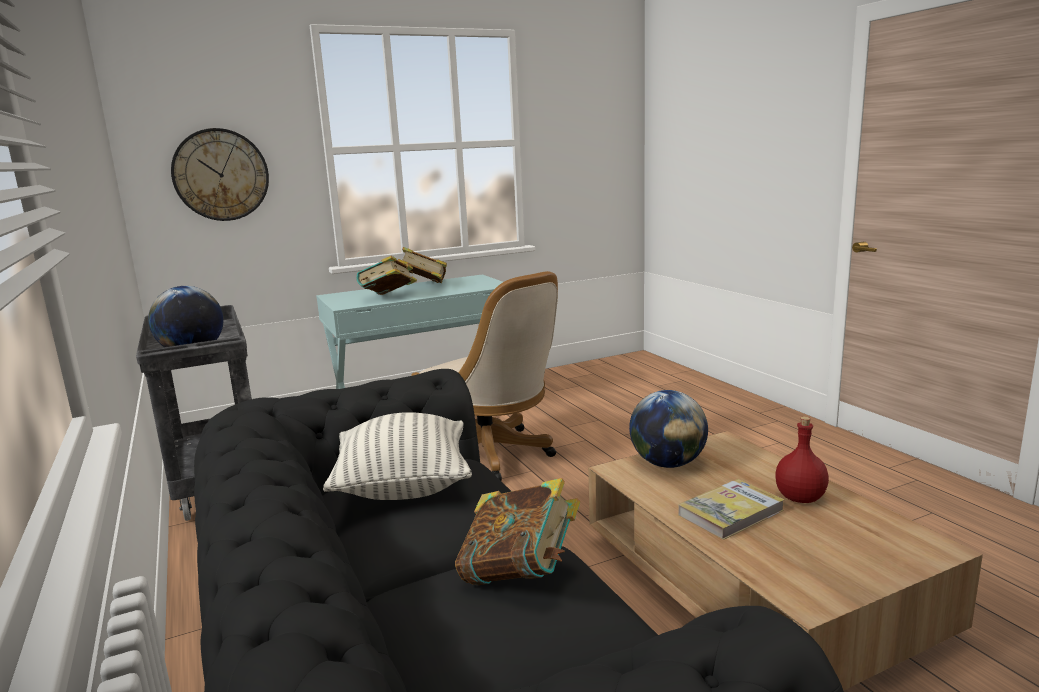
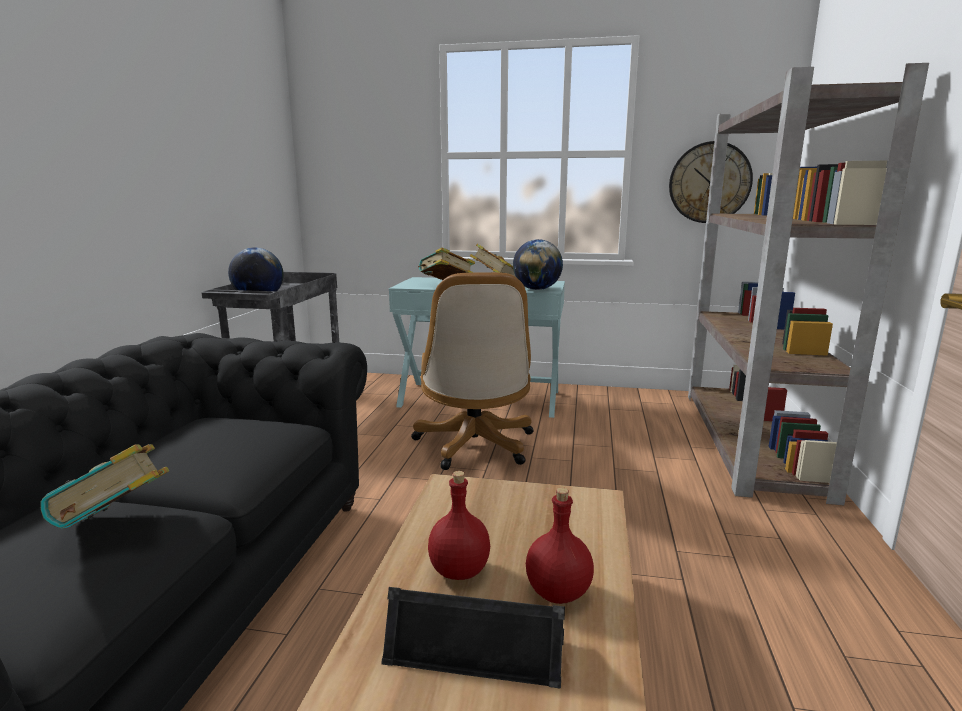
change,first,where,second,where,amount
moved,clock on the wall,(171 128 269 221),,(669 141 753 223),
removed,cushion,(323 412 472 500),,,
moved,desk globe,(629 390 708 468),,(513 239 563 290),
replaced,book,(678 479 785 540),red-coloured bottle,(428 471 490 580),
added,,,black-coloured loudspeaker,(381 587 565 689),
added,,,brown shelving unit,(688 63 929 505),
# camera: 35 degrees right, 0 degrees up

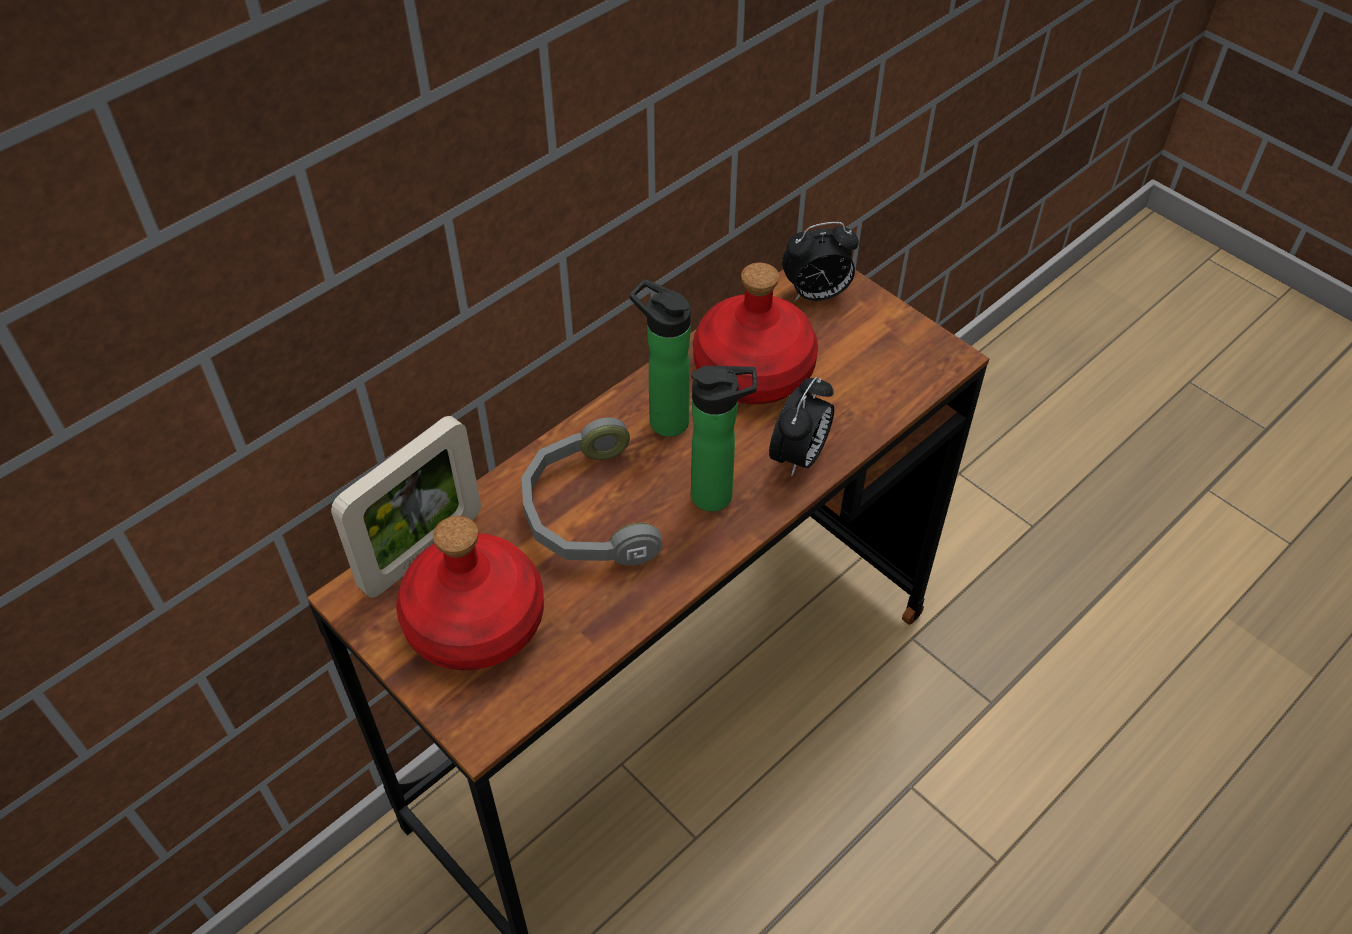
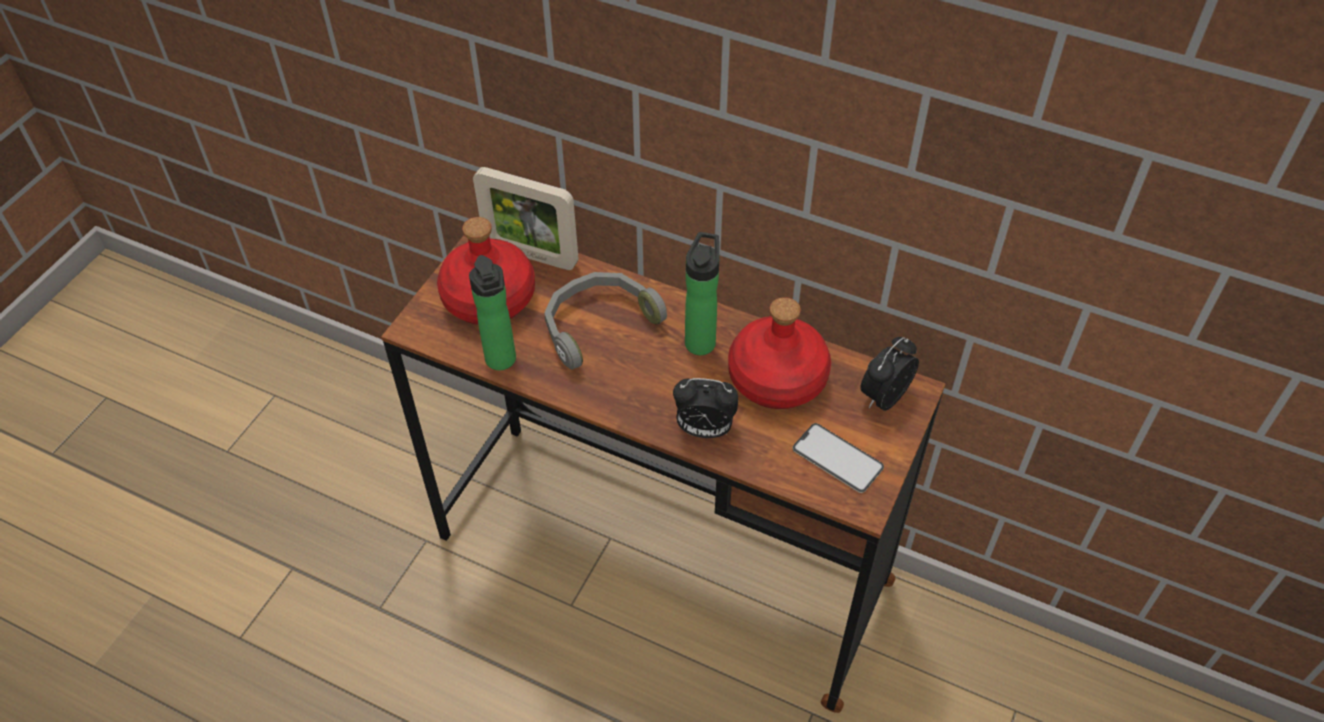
change,first,where,second,where,amount
moved,bottle,(691 366 757 512),,(469 255 516 370),
turned,table clock,(782 222 859 301),,(860 337 919 411),75 degrees clockwise
added,,,phone,(792 423 884 493),
# camera: 70 degrees right, 0 degrees up

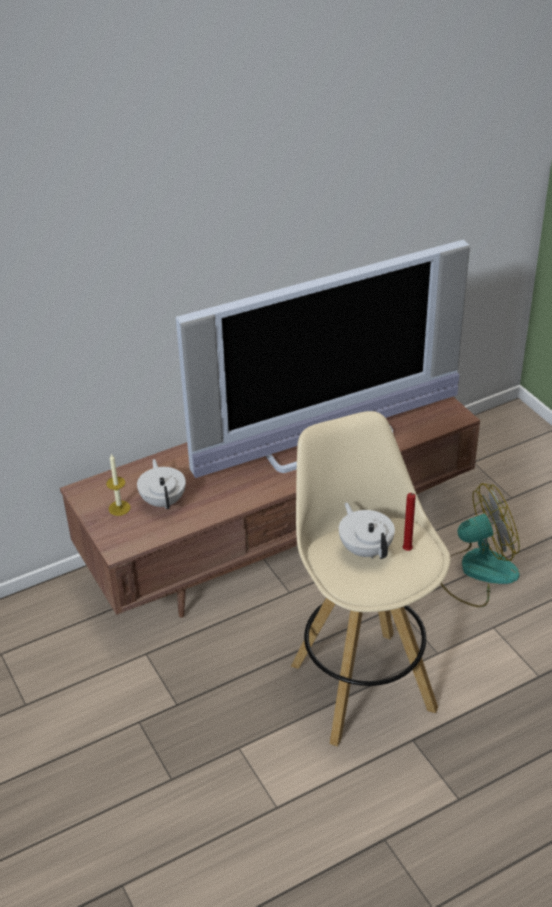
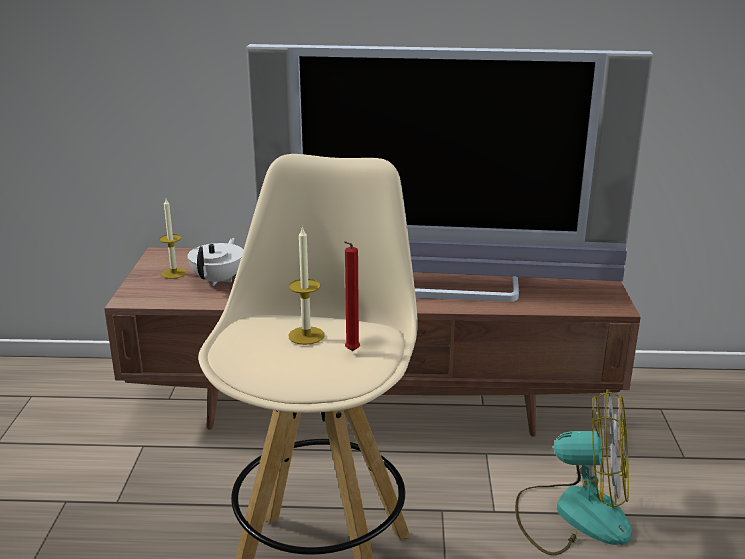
change,first,where,second,where,amount
replaced,whitish pot for tea,(339 503 395 559),wax light,(289 226 325 345),
# camera: 30 degrees right, 15 degrees down

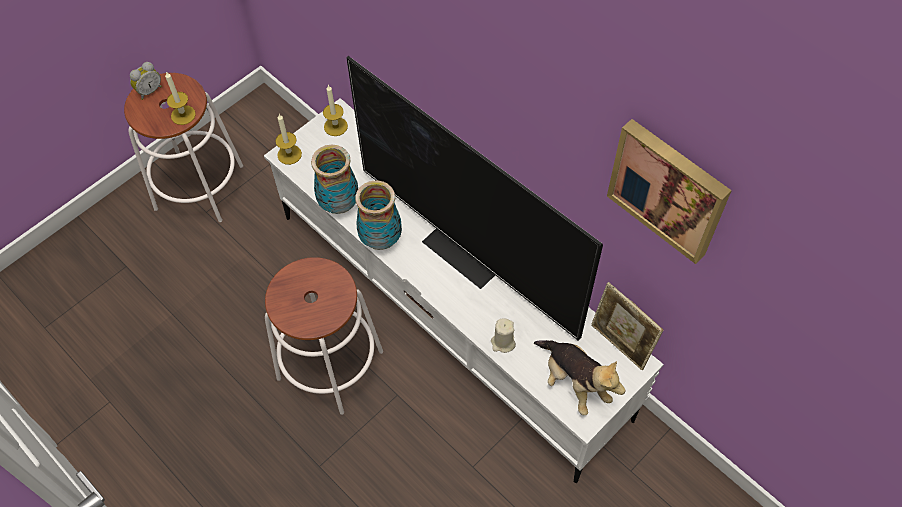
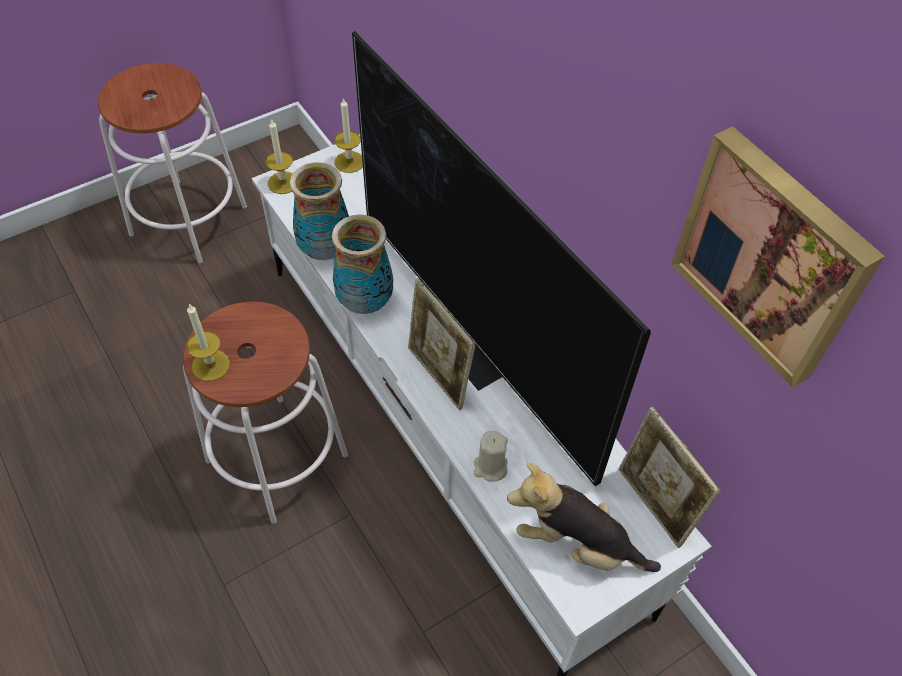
change,first,where,second,where,amount
removed,table clock,(130 62 162 100),,,
moved,wax light,(165 71 196 125),,(187 303 230 381),
turned,plush toy,(534 340 626 415),,(507 463 661 572),135 degrees clockwise
added,,,standing frame,(408 278 475 410),
# camera: 10 degrees right, 5 degrees down

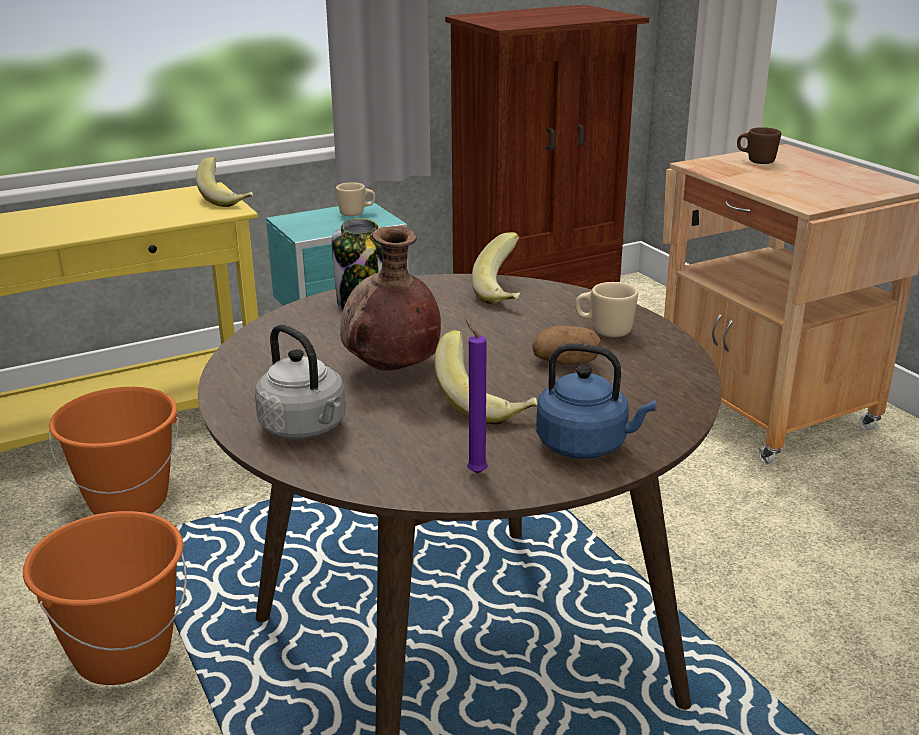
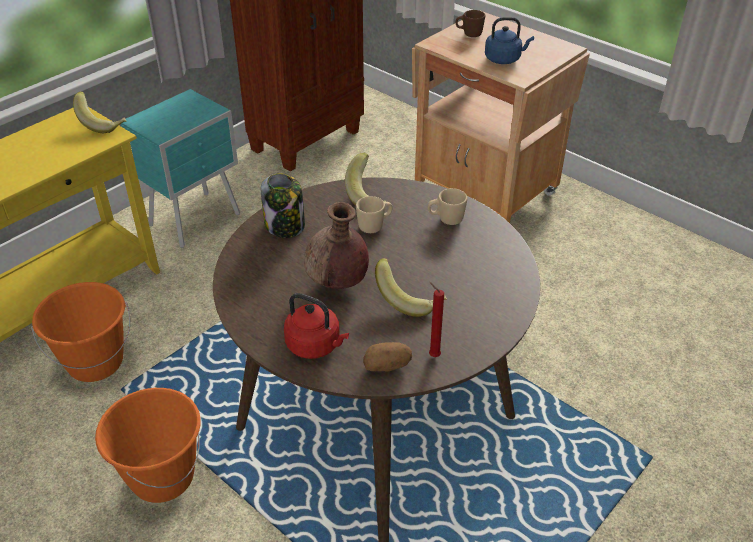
change,first,where,second,where,amount
recoloured,greyish water kettle,(255 325 346 439),red-coloured water kettle,(284 293 349 359),
moved,beige-coloured tea mug,(336 182 375 216),,(356 196 392 233),
recoloured,purple-coloured wax light,(465 318 488 474),red-coloured wax light,(429 282 444 357),
moved,potato,(532 326 601 365),,(363 342 412 371),
moved,blue-coloured water kettle,(536 343 656 459),,(485 17 534 64),
# camera: 20 degrees left, 15 degrees up

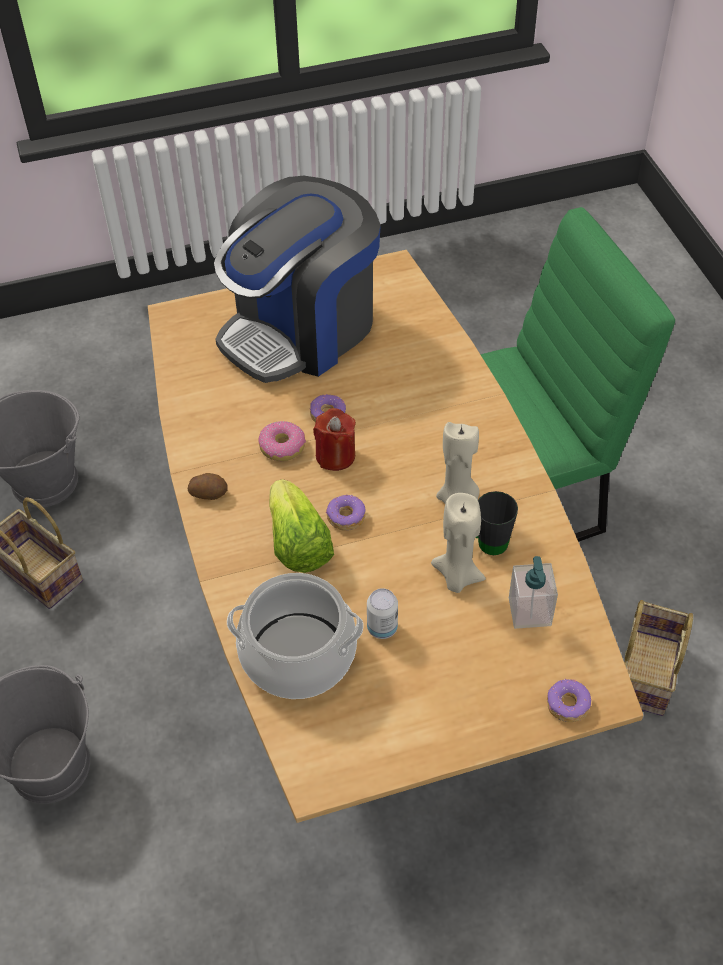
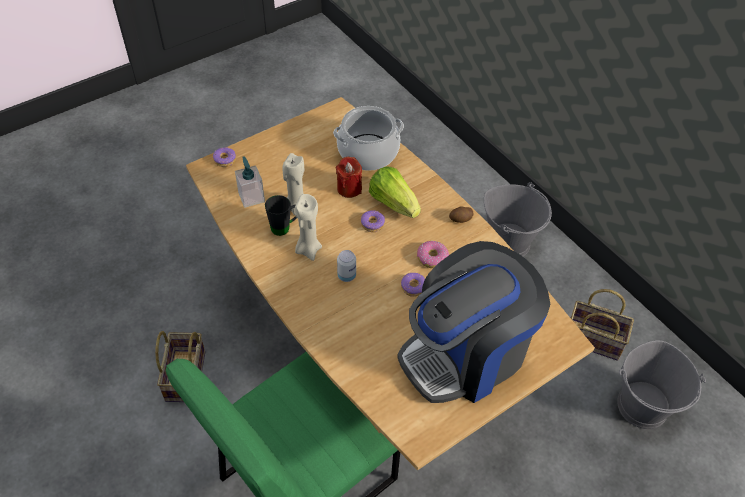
change,first,where,second,where,amount
turned,coffee brewer,(214 176 381 383),,(397 241 550 403),150 degrees counterclockwise
moved,red-coloured wax light,(313 408 356 471),,(336 157 362 198),
moved,sealed can,(367 588 398 639),,(337 250 356 282),
# camera: 160 degrees right, 0 degrees up

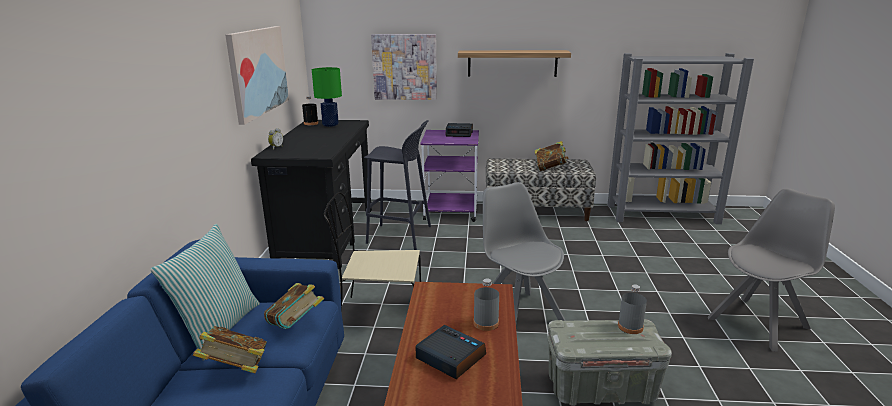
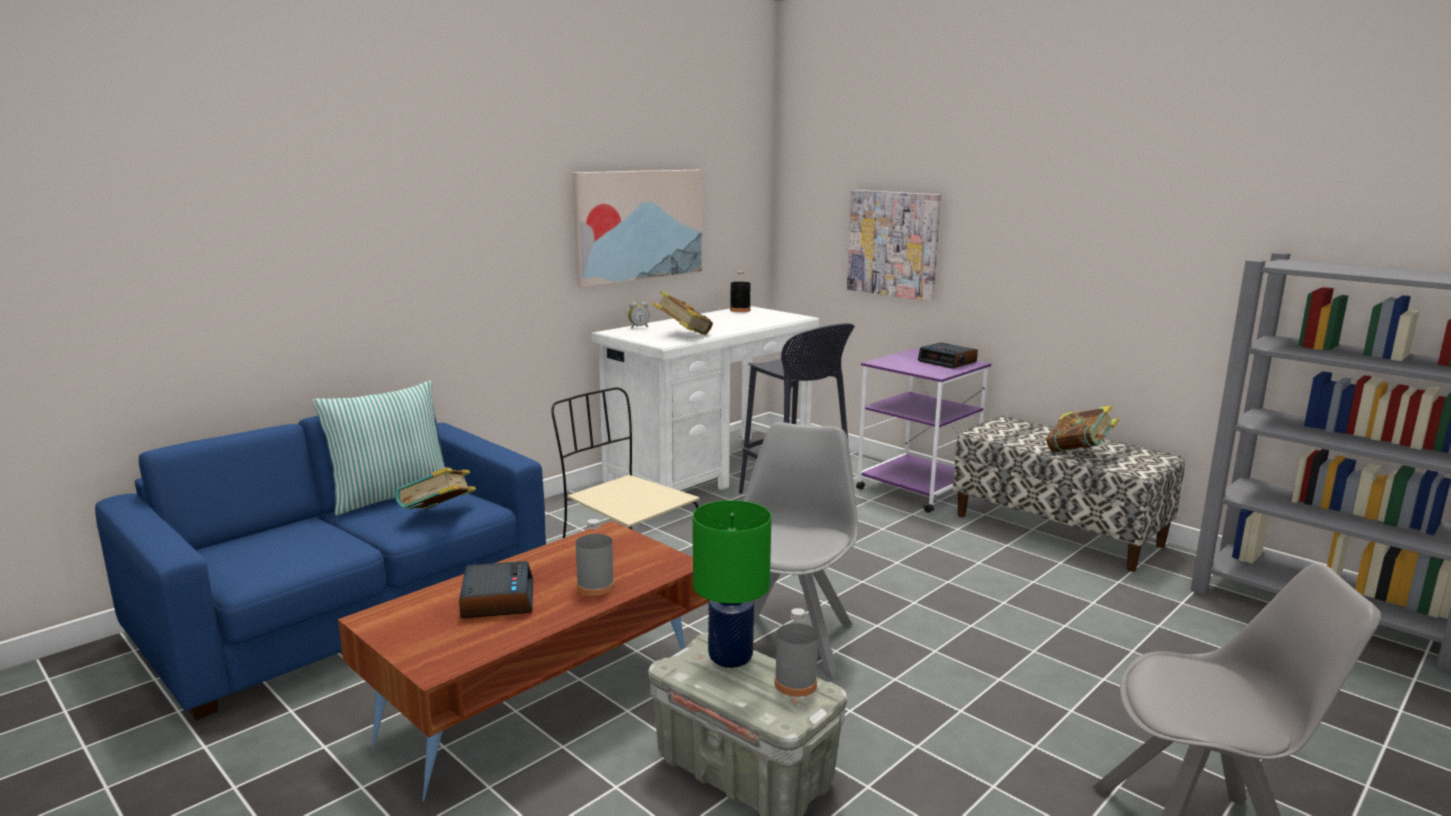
change,first,where,second,where,amount
moved,book,(193 326 267 373),,(653 290 713 335),
recoloured,black-coloured desk table,(251 120 372 269),whitish desk table,(591 306 819 491),
moved,green-coloured tabletop lamp,(312 67 342 127),,(693 500 771 668),
removed,bracket shelf,(458 50 571 77),,,
# camera: 40 degrees right, 5 degrees down

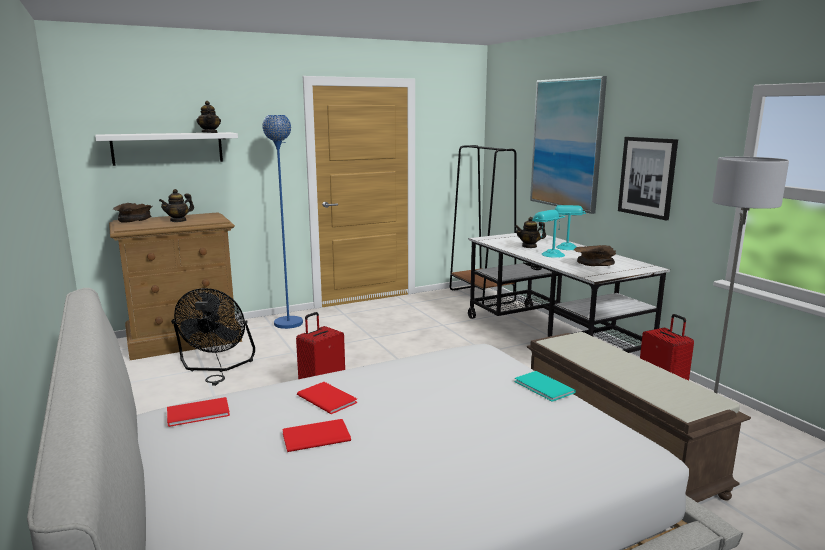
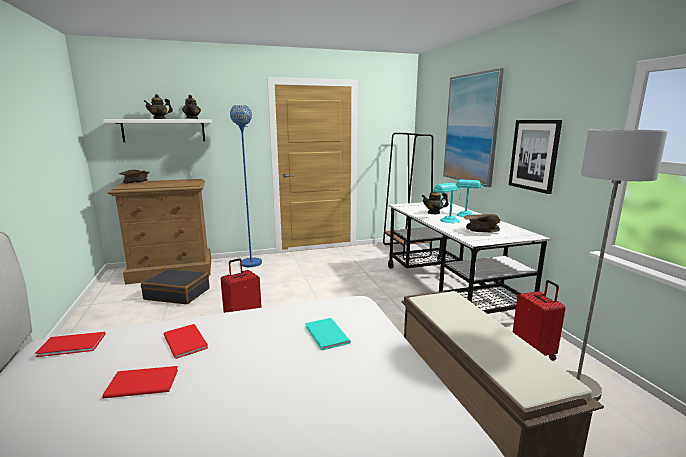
change,first,where,second,where,amount
moved,pot for tea,(159 189 194 222),,(143 94 173 119),
replaced,black-coloured cooling fan,(171 288 255 386),black-coloured travel case,(141 269 210 304),
moved,turquoise-coloured book,(515 371 576 401),,(306 318 351 350),
# camera: 10 degrees right, 0 degrees up

